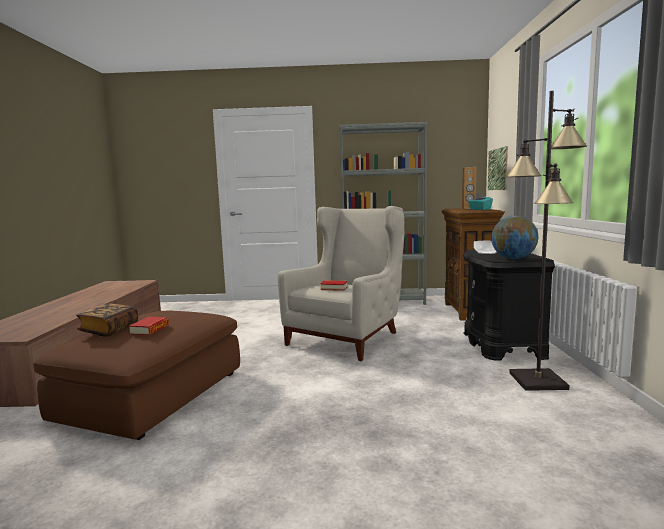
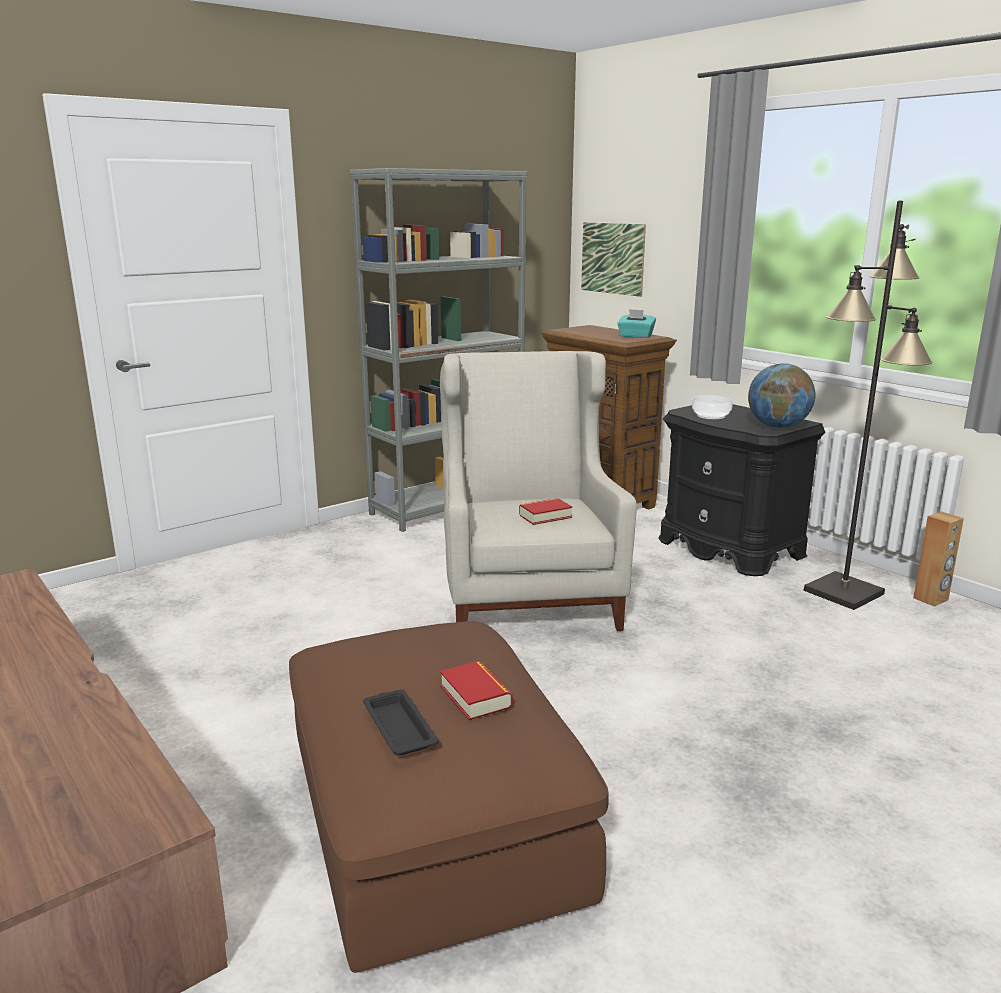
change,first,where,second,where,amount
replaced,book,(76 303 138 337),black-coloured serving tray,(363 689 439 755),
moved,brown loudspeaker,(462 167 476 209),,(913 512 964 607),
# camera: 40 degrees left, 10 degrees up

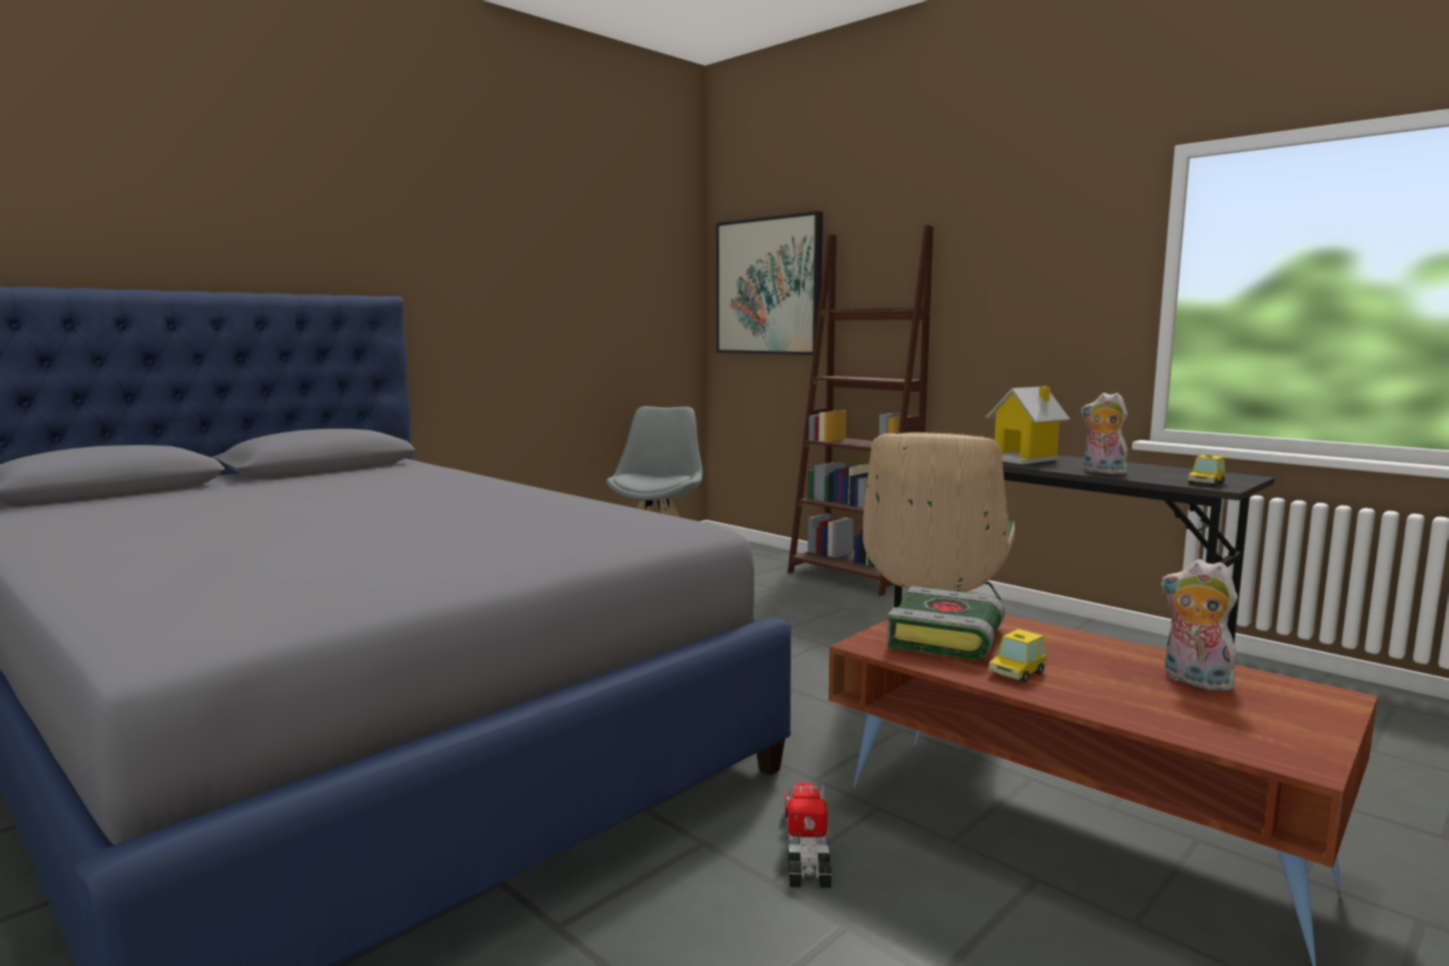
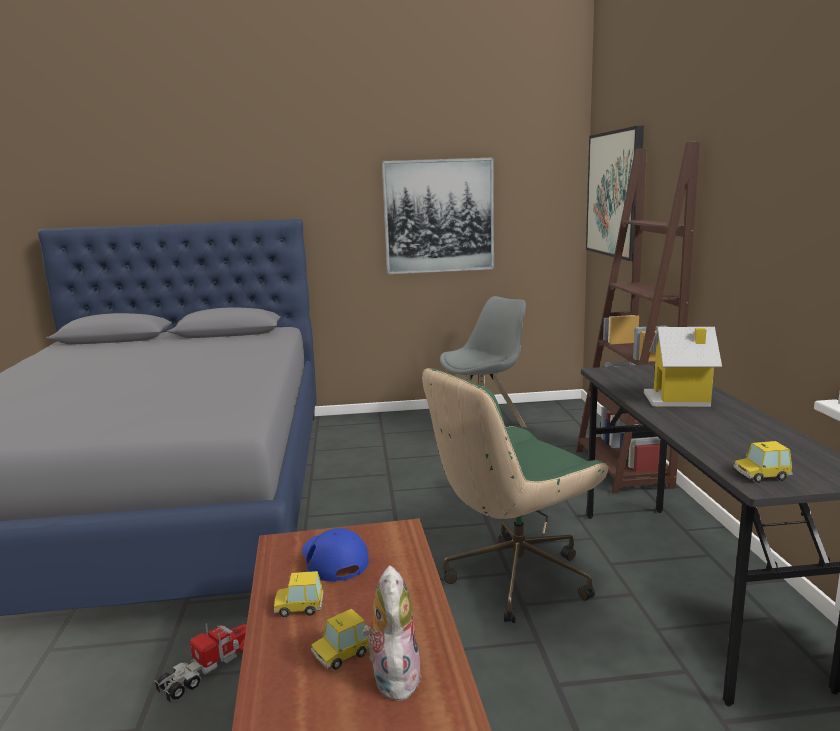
change,first,where,second,where,amount
replaced,book,(887 586 1005 659),blue-coloured peaked cap,(302 528 369 582),
removed,plush toy,(1081 393 1128 474),,,
added,,,miniature car,(311 609 369 670),
added,,,picture,(382 157 494 274),
# camera: 40 degrees right, 5 degrees up

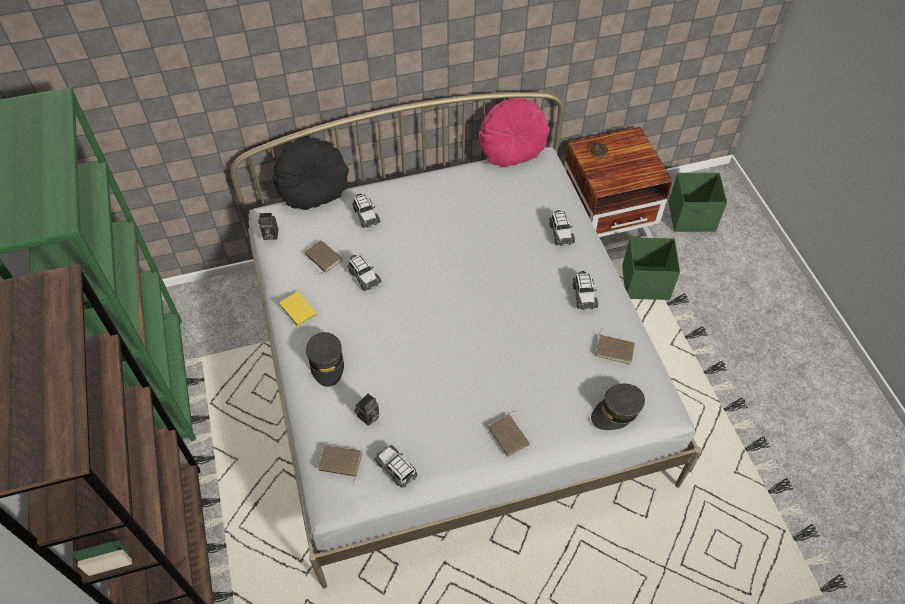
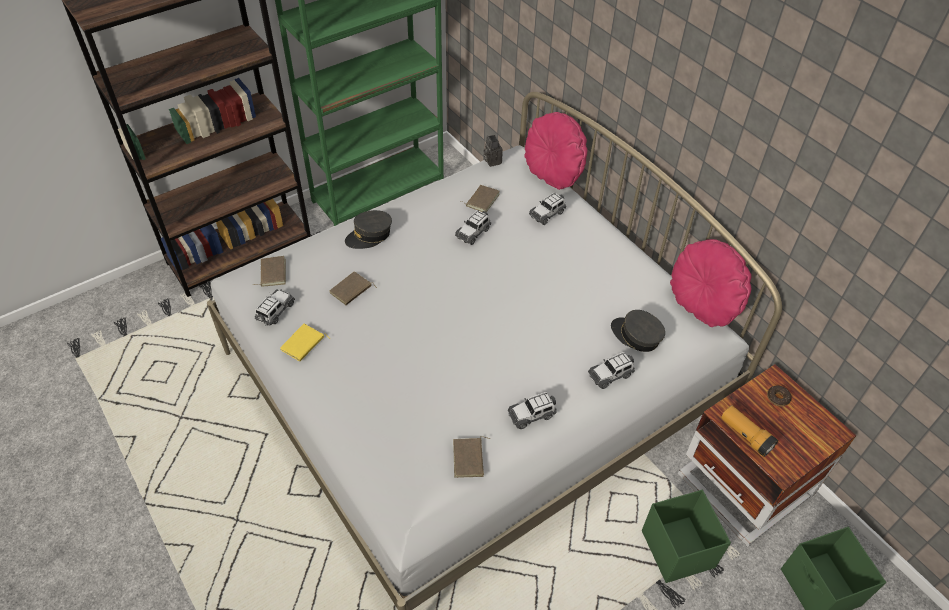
change,first,where,second,where,amount
recoloured,black-coloured cushion,(273 138 349 210),pinkish cushion,(524 112 587 190),
moved,yellowish book,(279 288 317 327),,(280 324 330 362),
removed,photo camera,(354 393 379 426),,,
moved,brown book,(488 411 530 457),,(329 271 377 305),
moved,greyish peaked cap,(591 384 645 430),,(611 310 665 352),
added,,,torch,(721 405 778 457),
# camera: 70 degrees right, 5 degrees down

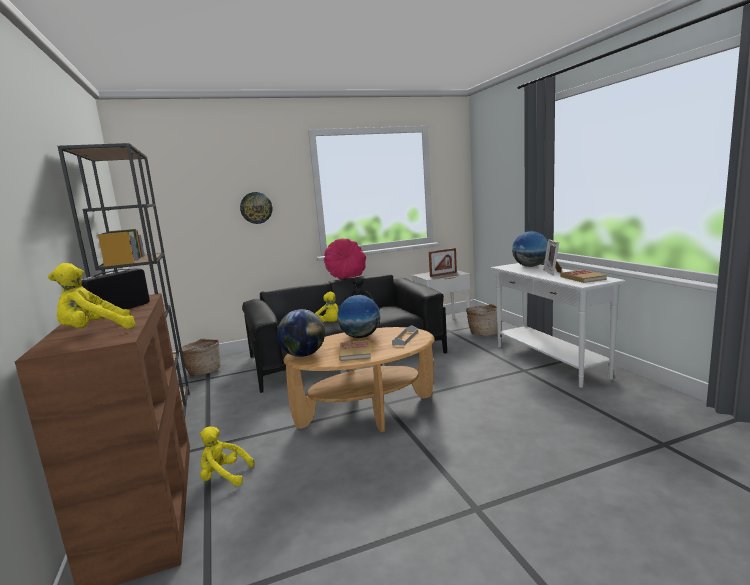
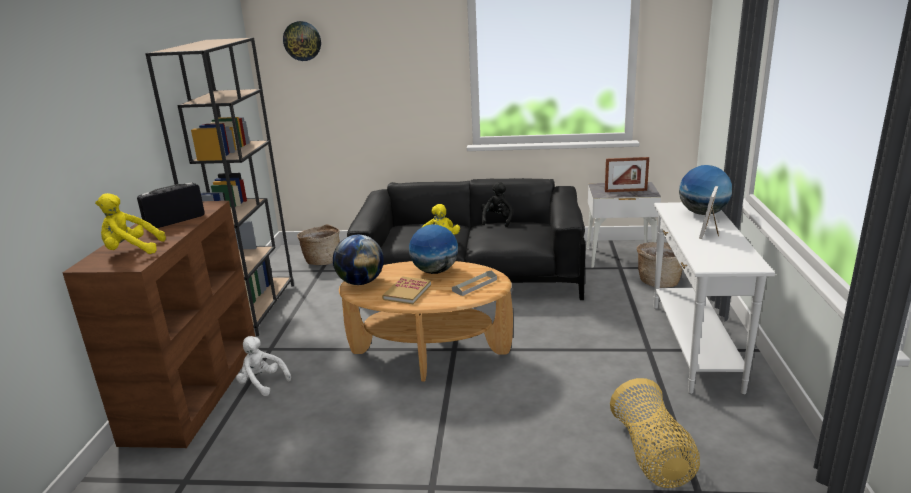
change,first,where,second,where,amount
recoloured,yellowish plush toy,(200 426 254 486),whitish plush toy,(236 336 291 396),
moved,clock on the wall,(240 192 272 224),,(283 21 321 61),
removed,pinkish cushion,(324 238 366 279),,,
removed,book,(560 270 607 283),,,
added,,,storage basket,(610 378 700 488),
# camera: 25 degrees right, 10 degrees up

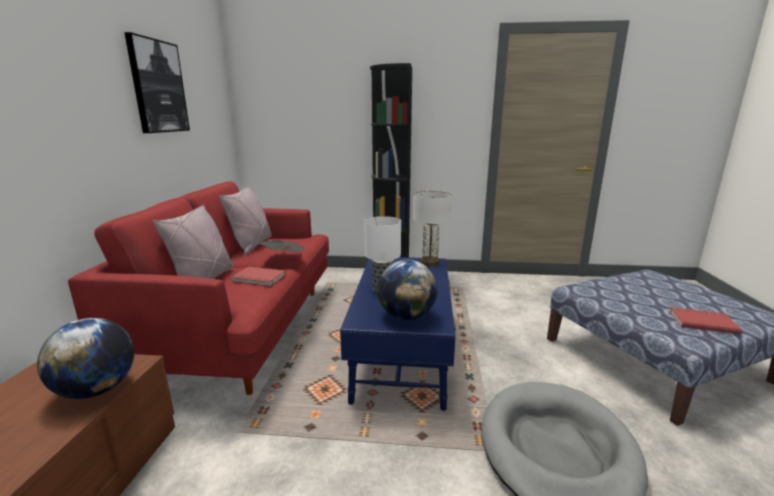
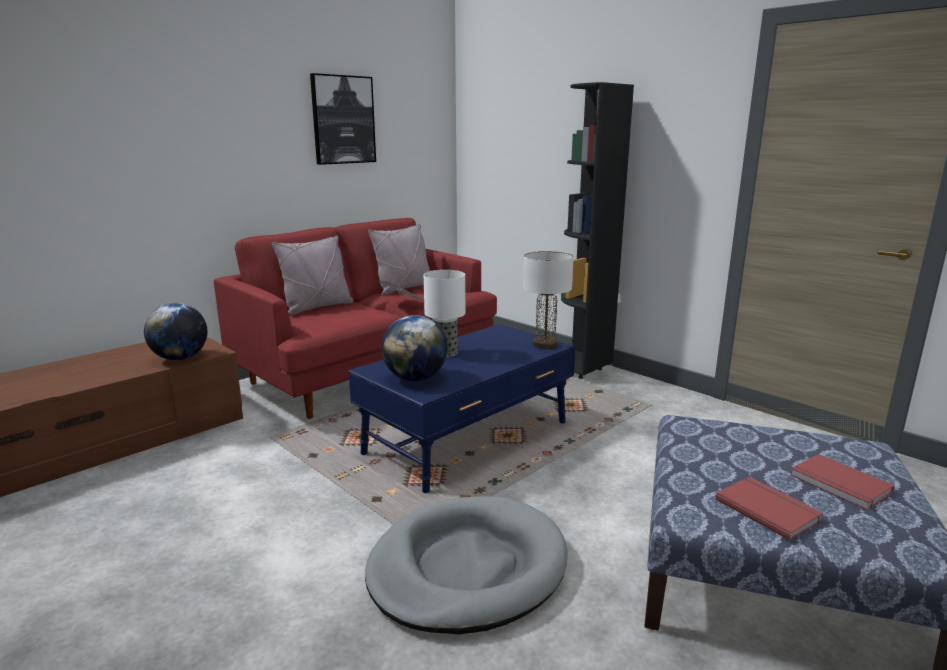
change,first,where,second,where,amount
moved,red-coloured book,(231 267 286 286),,(790 454 895 510),
# camera: 40 degrees right, 0 degrees up

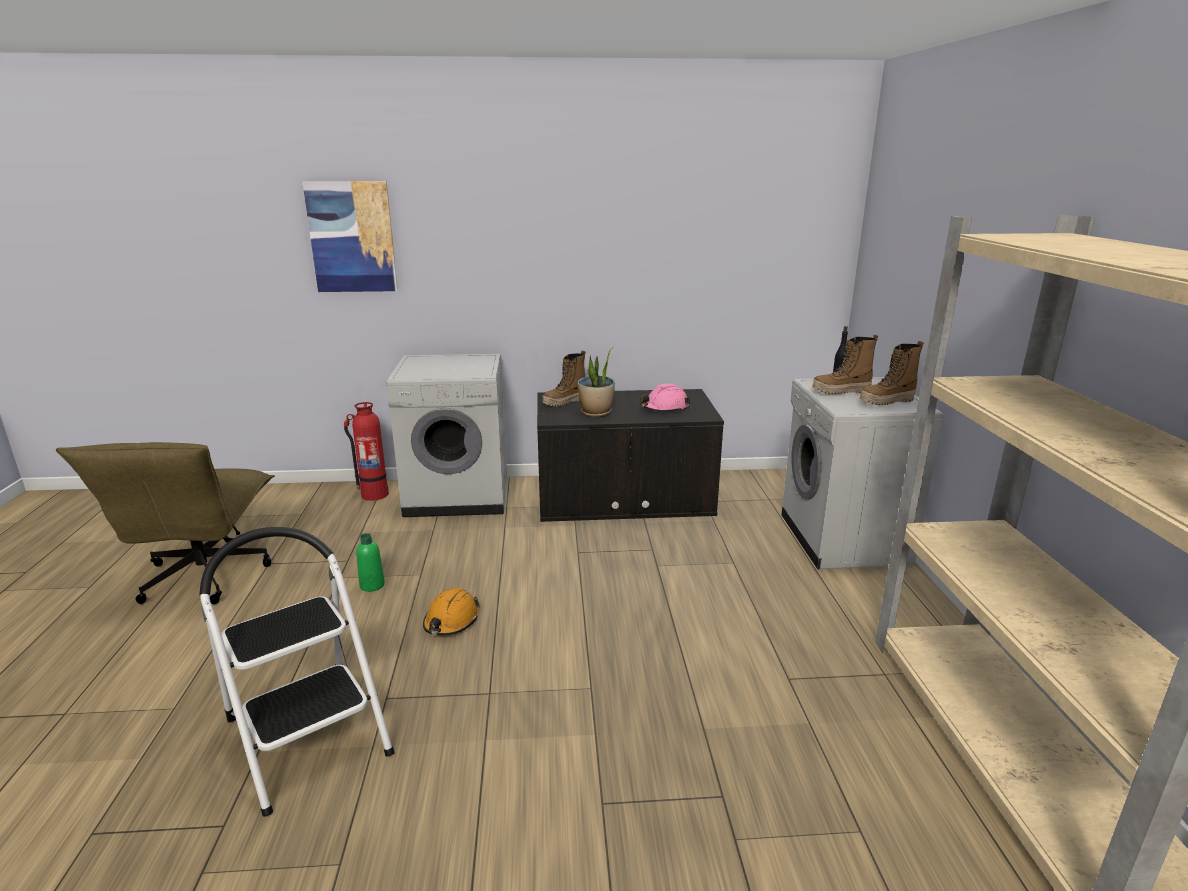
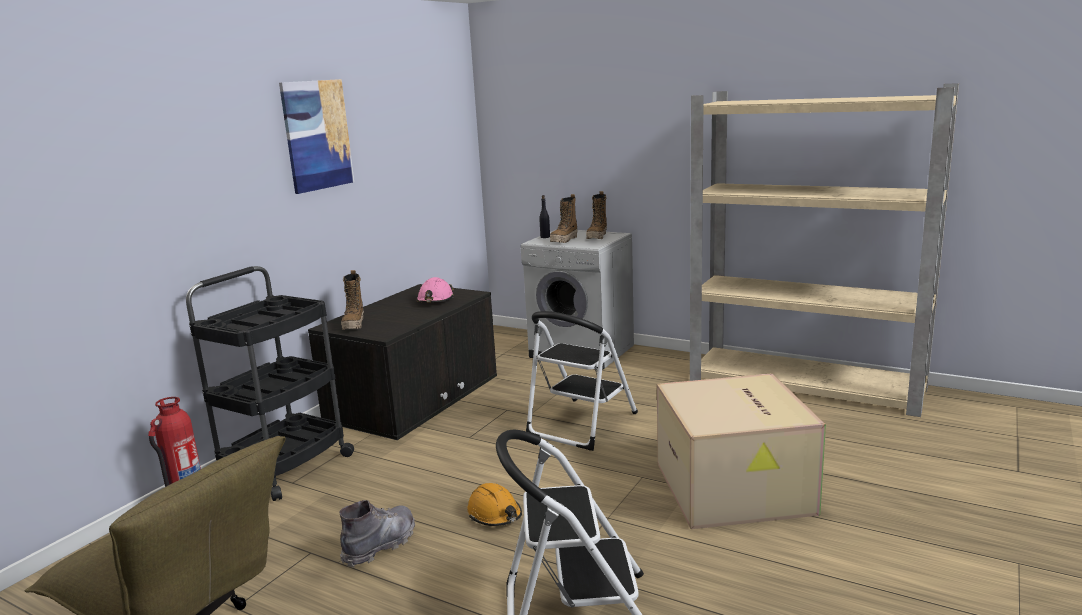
change,first,where,second,where,amount
moved,picture,(302 181 398 292),,(279 79 354 194),
replaced,green-coloured bottle,(356 533 385 592),greyish boot,(340 500 415 567),
replaced,whitish laundry machine,(386 354 507 517),black-coloured cart,(186 266 354 501),
removed,plant in a pot,(577 347 615 417),,,
added,,,step stool,(526 311 638 451),
added,,,cardboard box,(657 373 826 529),
# camera: 55 degrees left, 5 degrees down

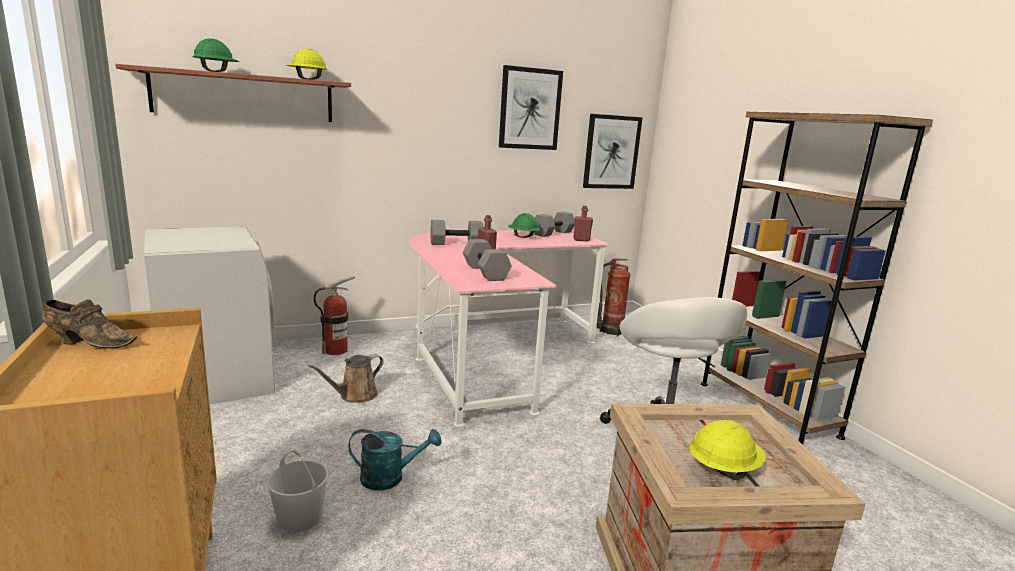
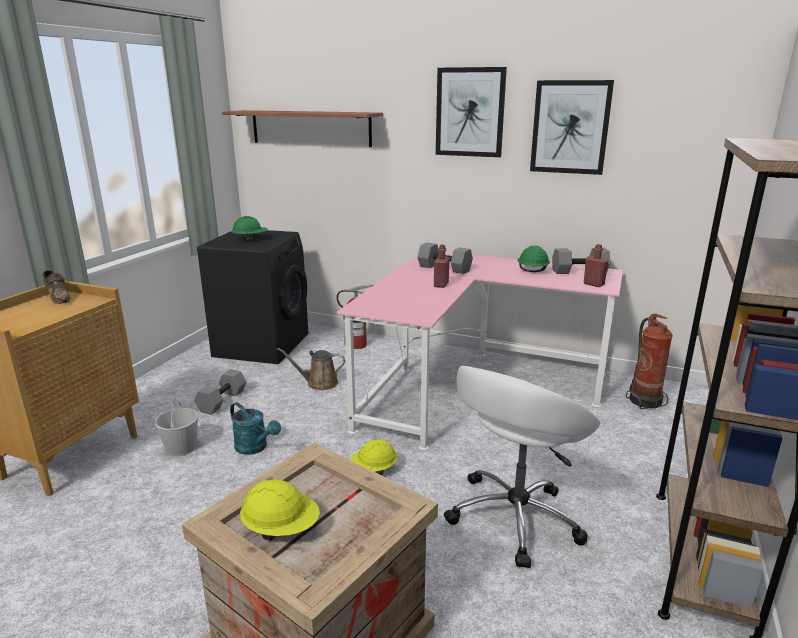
change,first,where,second,where,amount
recoloured,whitish laundry machine,(144 226 275 405),black-coloured laundry machine,(197 230 308 364),
moved,green-coloured hard hat,(193 39 239 72),,(231 216 268 241),
moved,yellowish hard hat,(286 49 327 80),,(350 439 398 475),
moved,greyish dumbbell,(463 239 512 281),,(194 369 247 415),
moved,picture,(583 114 643 189),,(436 67 507 157),
# camera: 45 degrees right, 5 degrees up

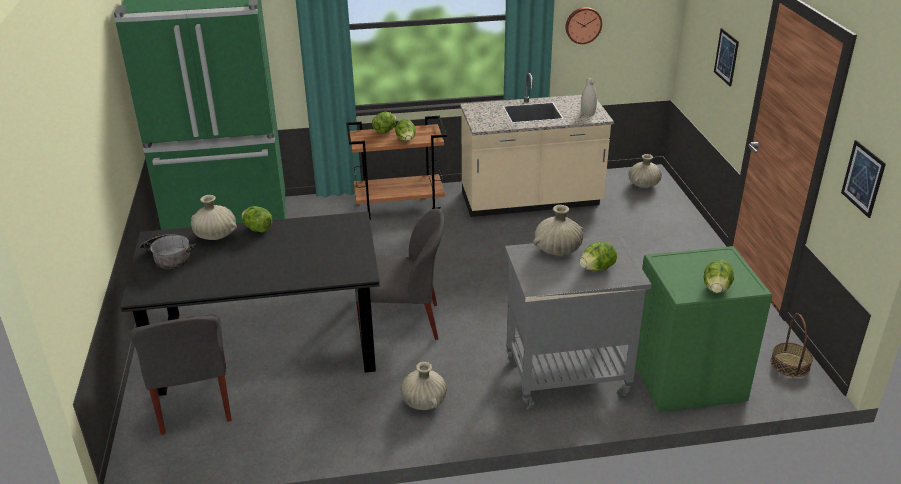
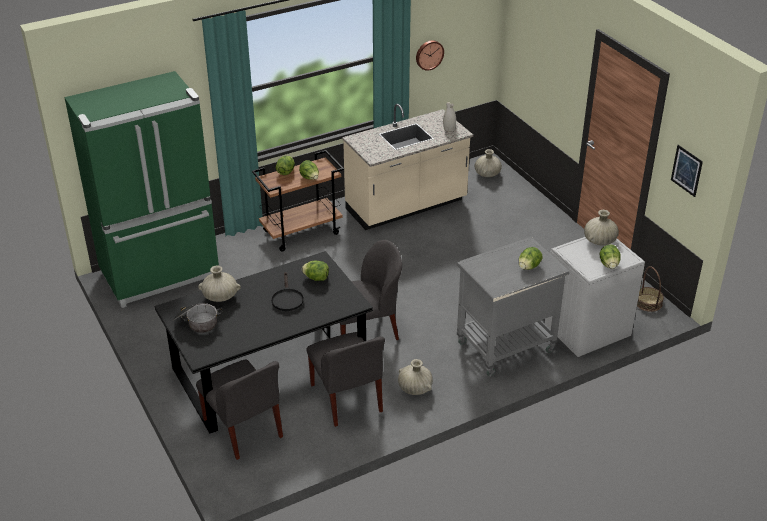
change,first,where,second,where,amount
moved,lettuce,(242 206 272 233),,(302 261 329 281),
moved,beige-coloured decorative vase,(533 205 584 255),,(584 210 619 245),
recoloured,green-coloured laundry machine,(636 246 772 412),whitish laundry machine,(544 237 645 357),
removed,picture,(714 28 739 87),,,
added,,,black-coloured pan,(271 272 304 311),
added,,,greyish chair,(307 332 385 427),
# camera: 20 degrees left, 5 degrees up

